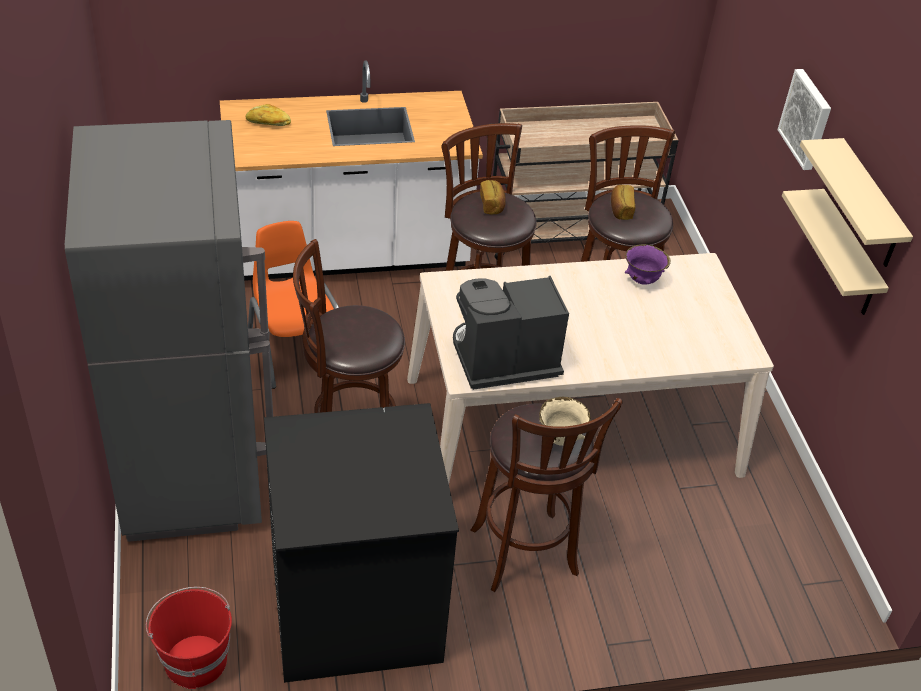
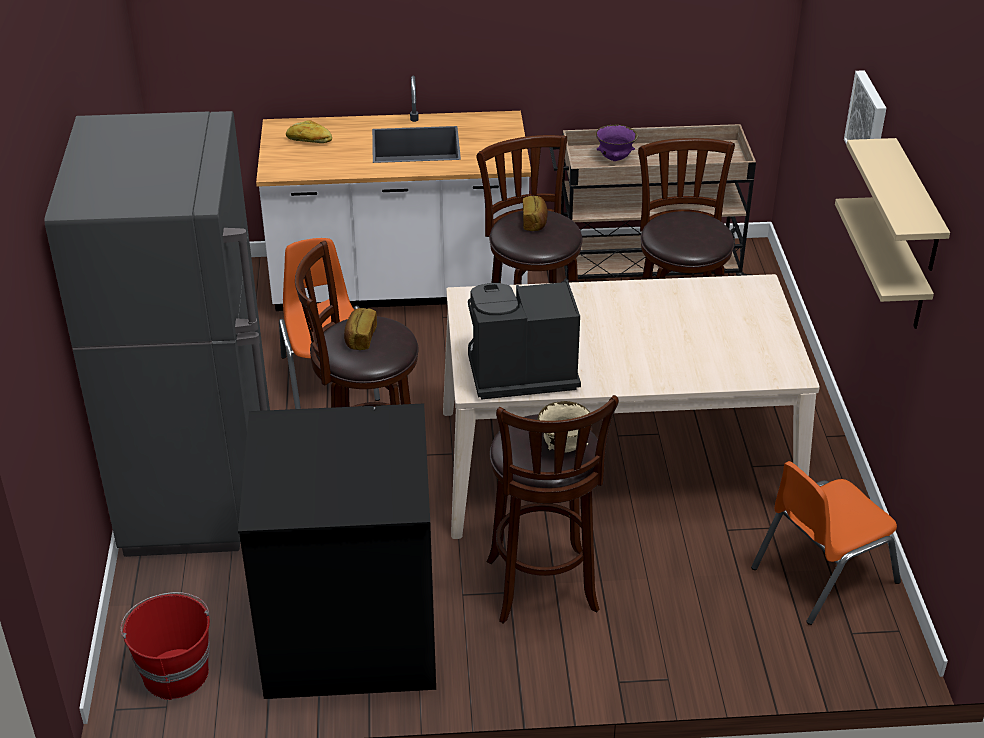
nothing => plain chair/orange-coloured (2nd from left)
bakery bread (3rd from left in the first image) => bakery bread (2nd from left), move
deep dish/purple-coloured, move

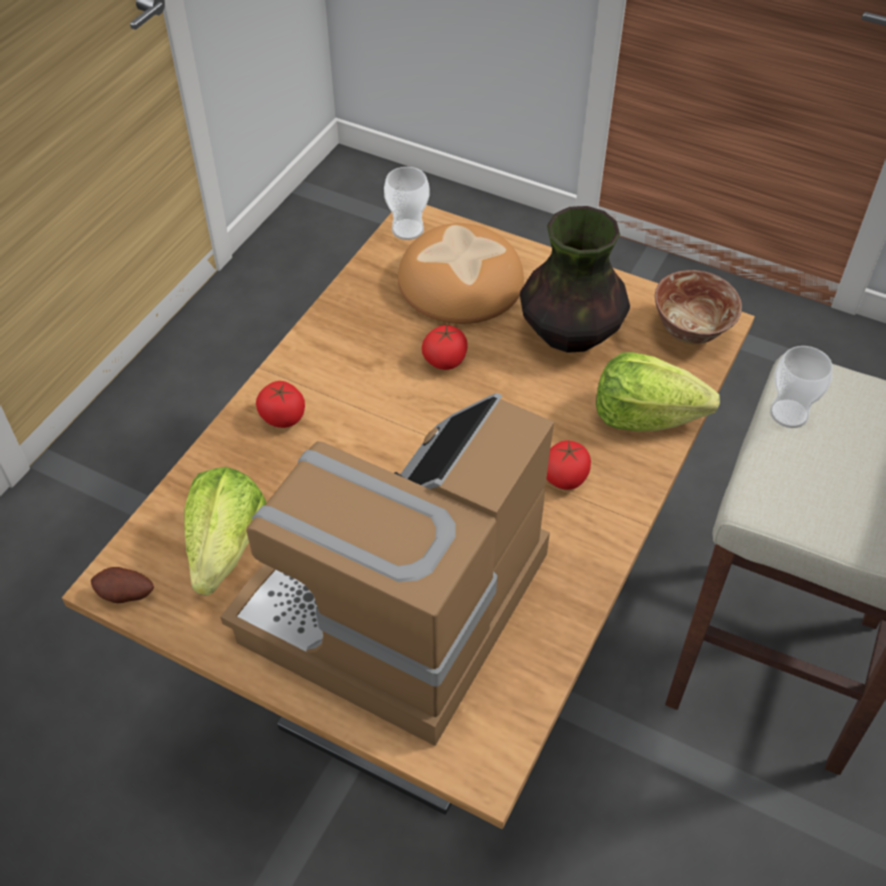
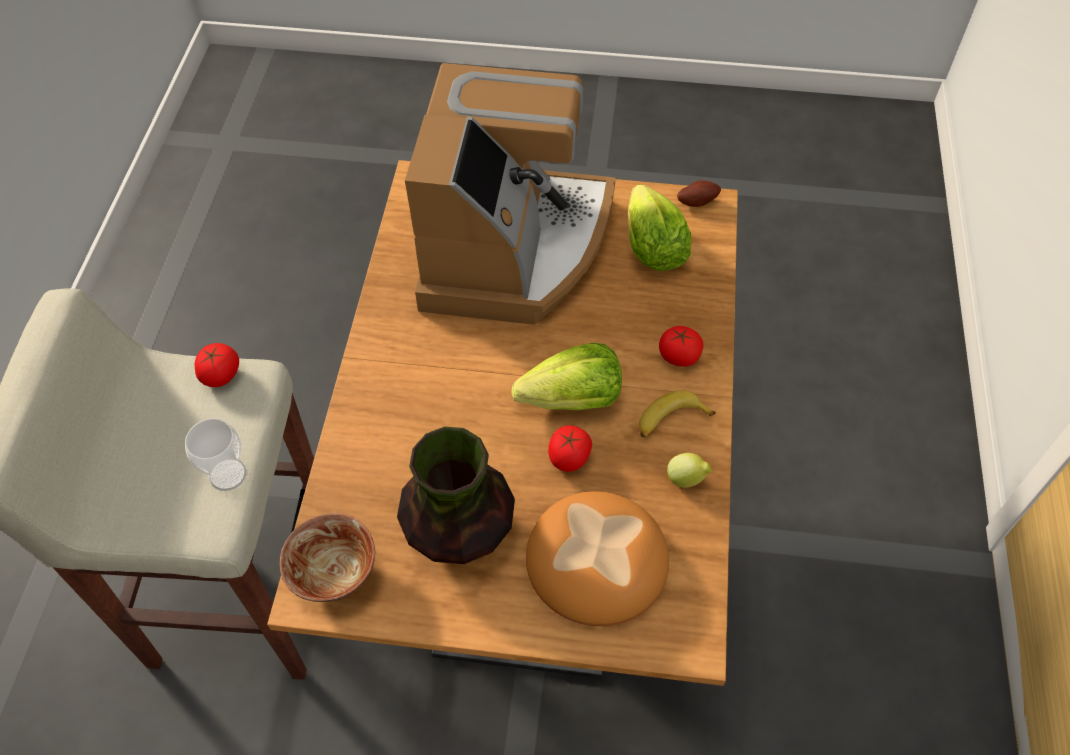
small cup (1st from left) => nothing
nothing => banana
nothing => whole lemon
tomato (3rd from left in the first image) => tomato (1st from left), move
lettuce head (2nd from left in the first image) => lettuce head (1st from left), move

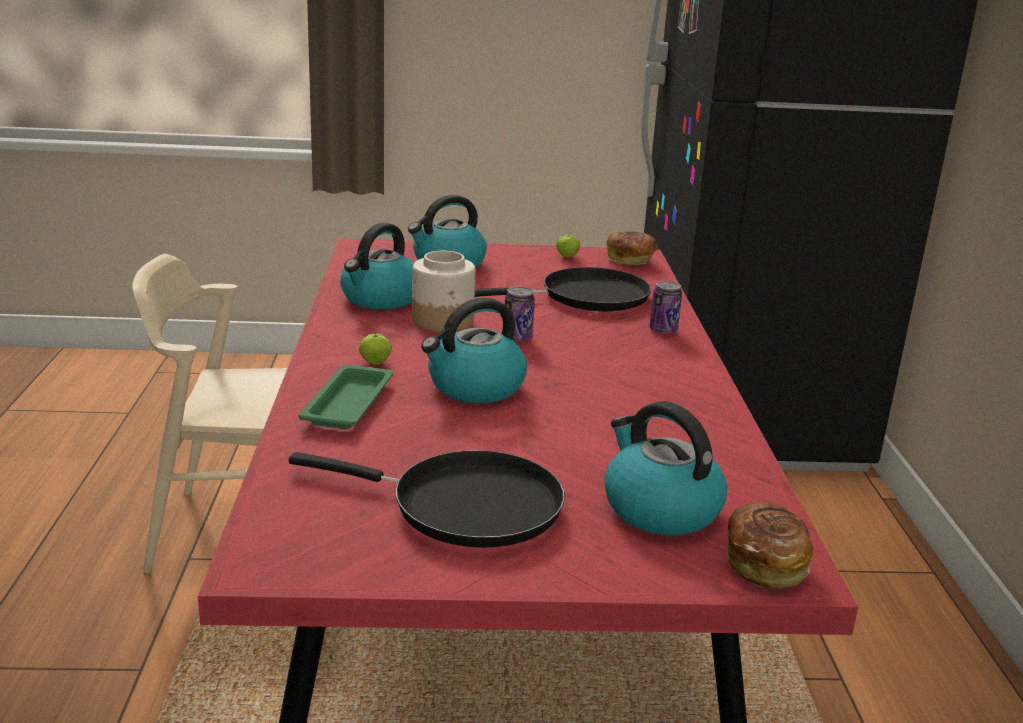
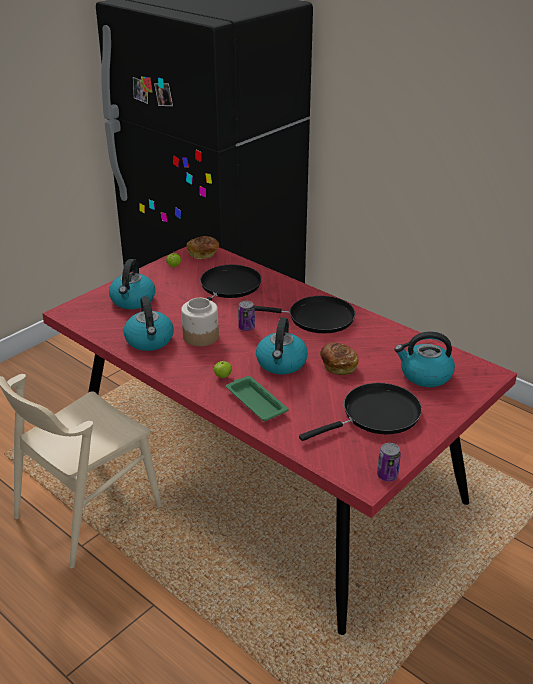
nothing => frying pan/black (2nd from left)
sealed can (2nd from left), move
bakery bread (2nd from left), move

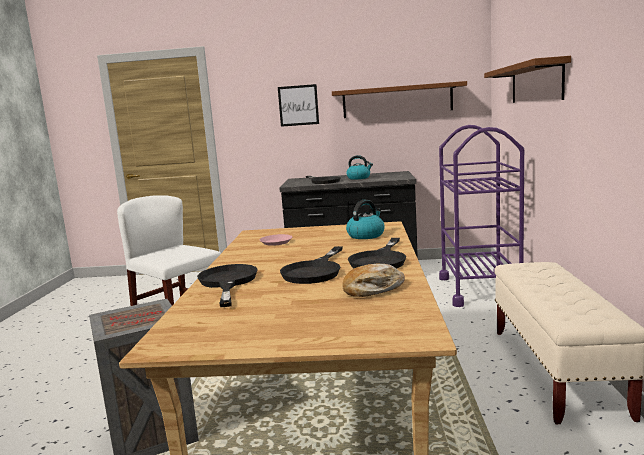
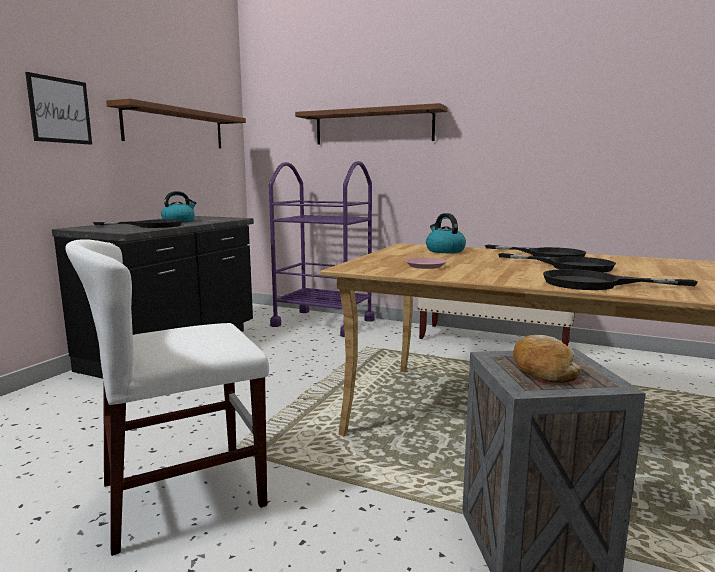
bakery bread, move

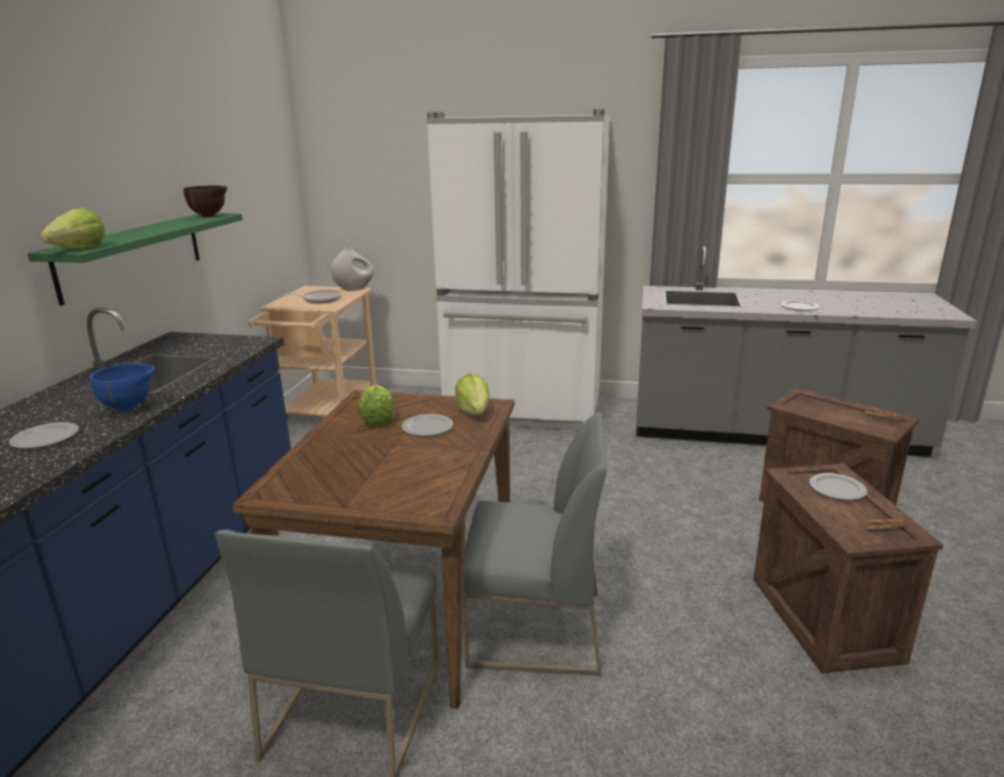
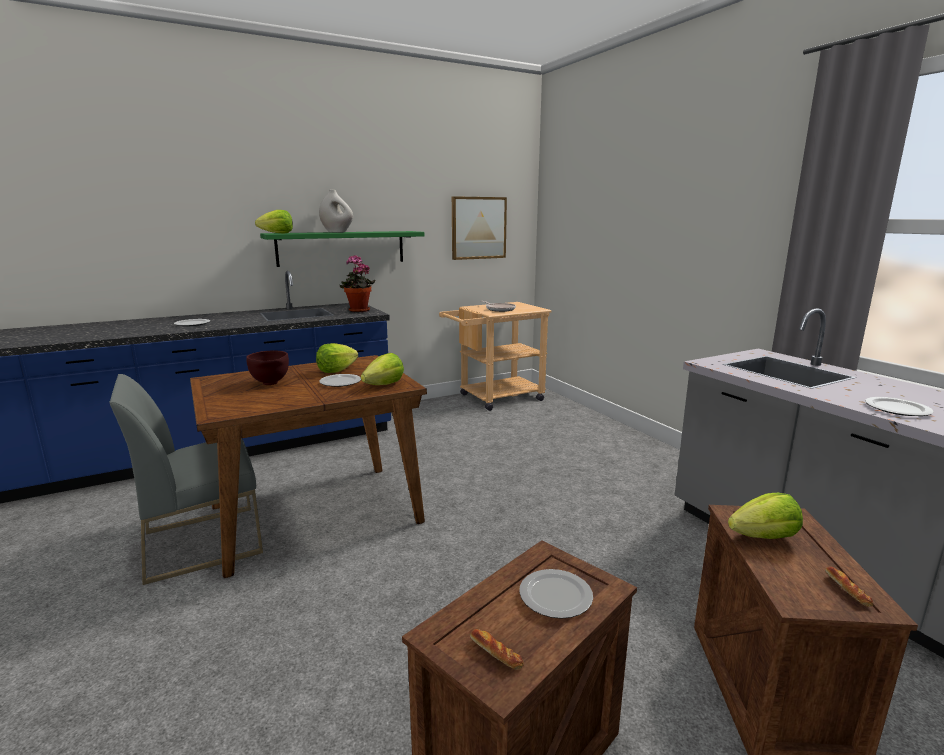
deep dish/blue-coloured => nothing
fridge/white => nothing
plain chair/gray (2nd from left) => nothing
nothing => potted plant
nothing => wall picture
nothing => lettuce head (4th from left)
deep dish/brownish, move
vase/white, move

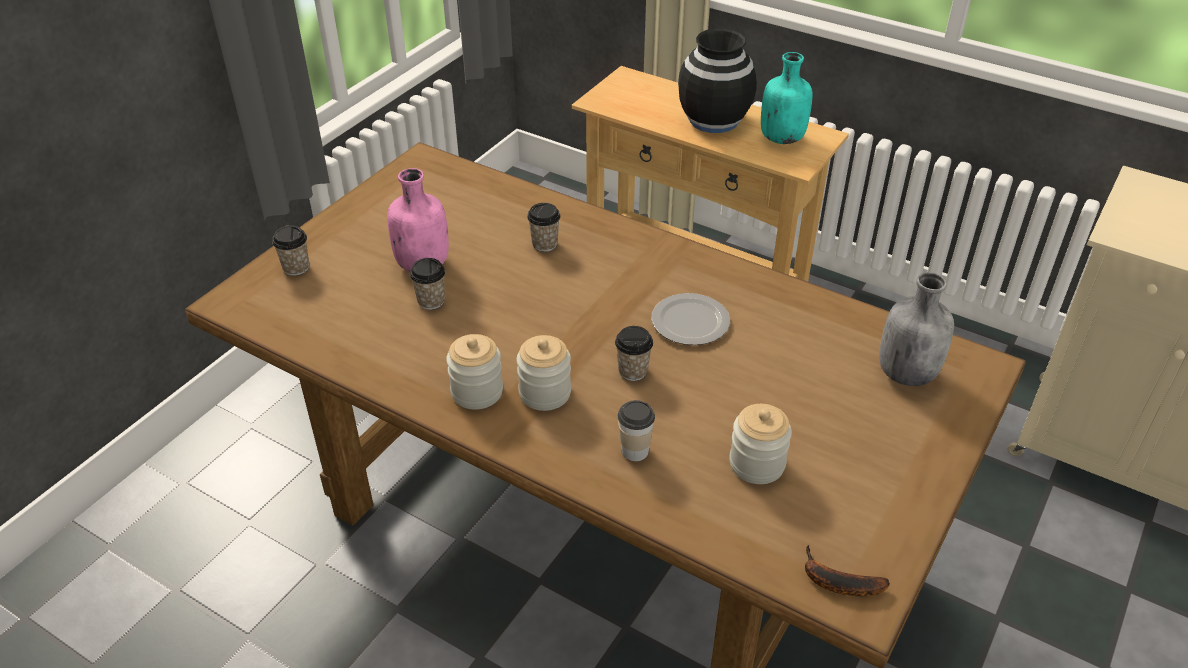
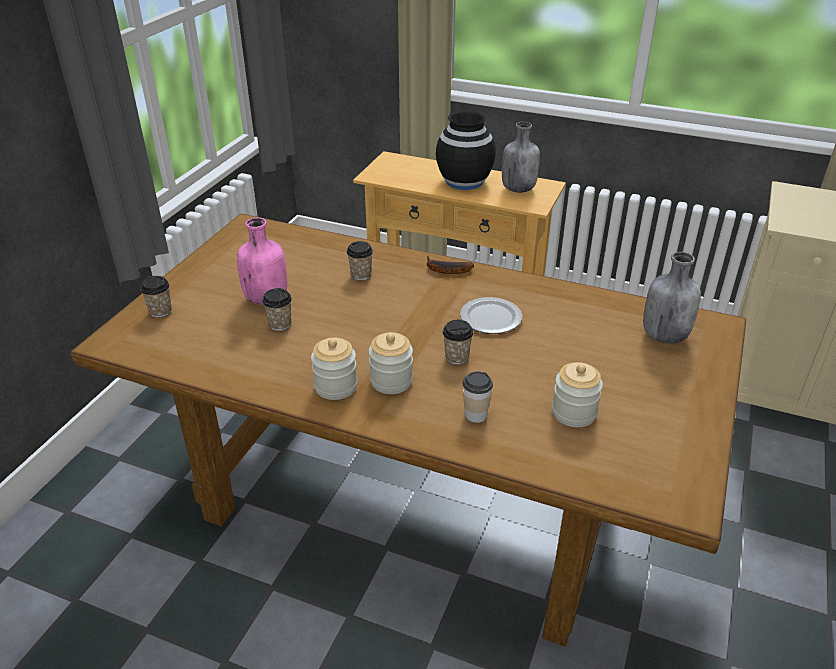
banana, move
bottle/turquoise => bottle/gray (1st from left)

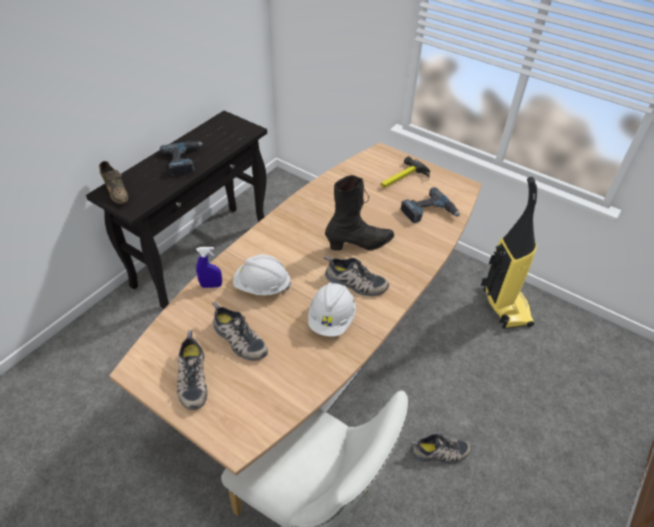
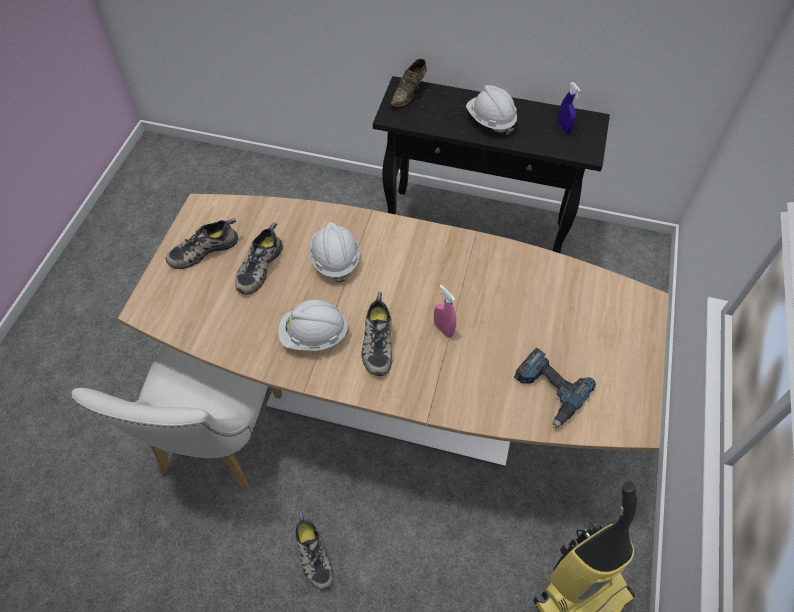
tool hammer => nothing
spray bottle/blue-coloured, move
drill (1st from left) => work helmet/white (3rd from left)
high-top boot/black => spray bottle/pinkish

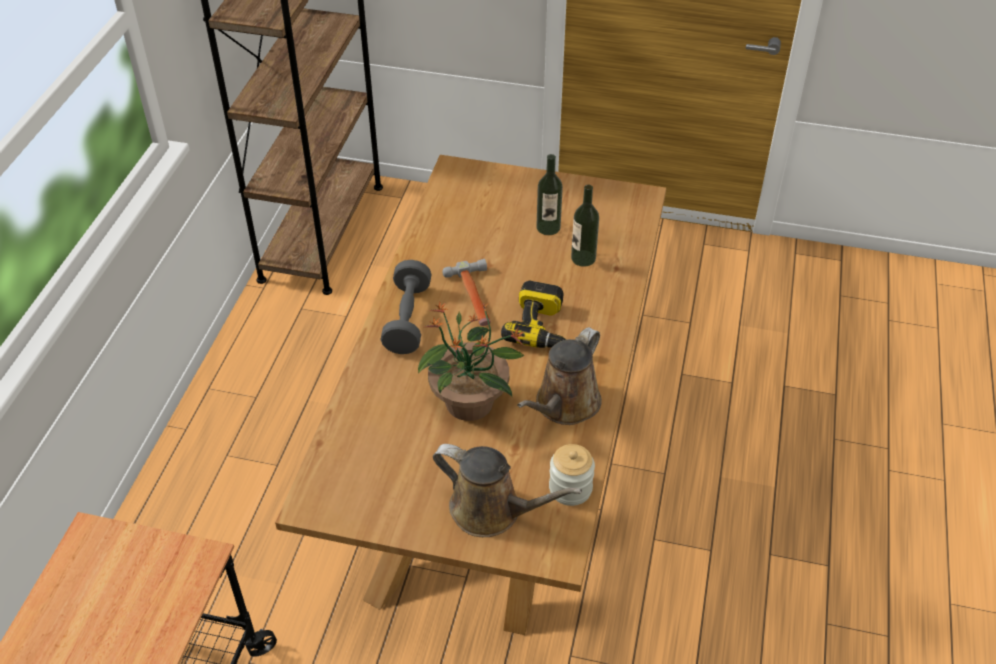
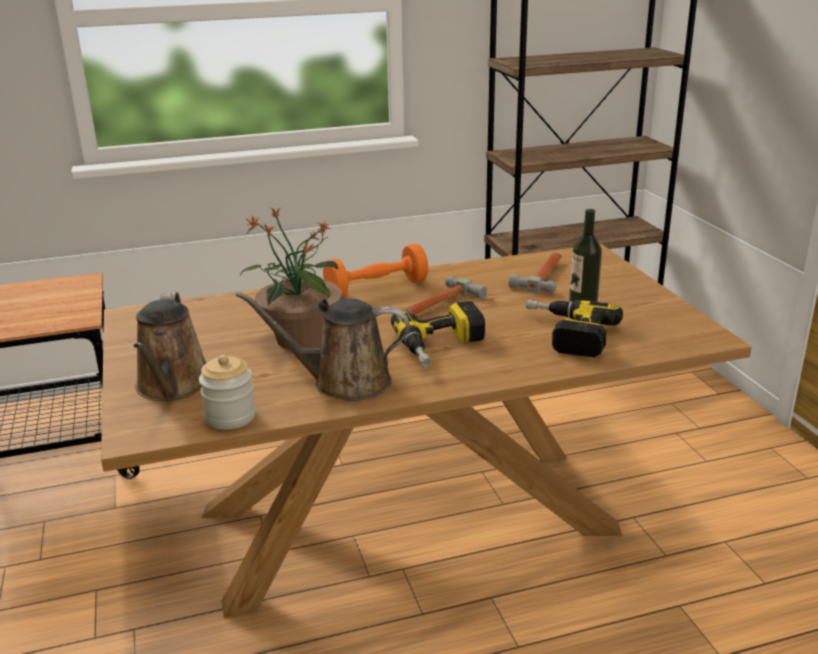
nothing => tool hammer (2nd from left)
bottle (2nd from left) => drill (2nd from left)
hand weight/gray => hand weight/orange-coloured

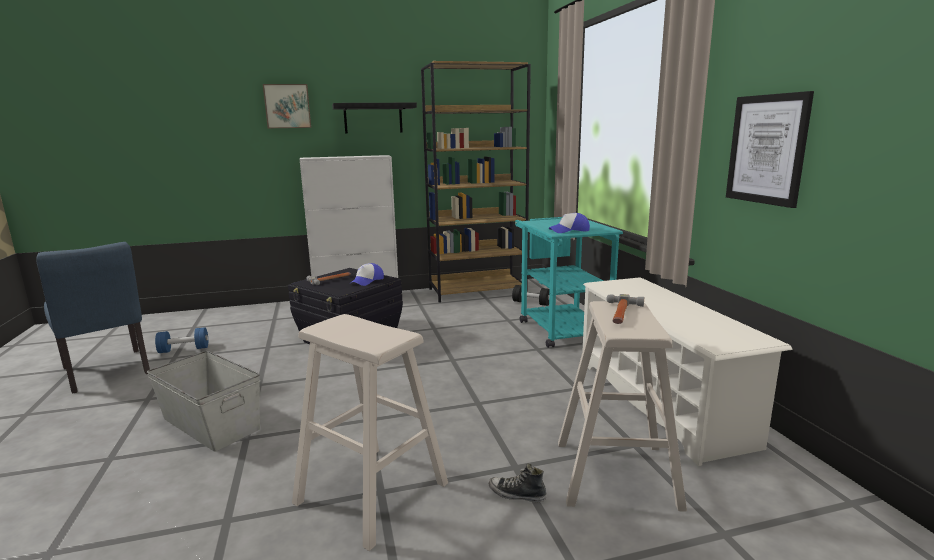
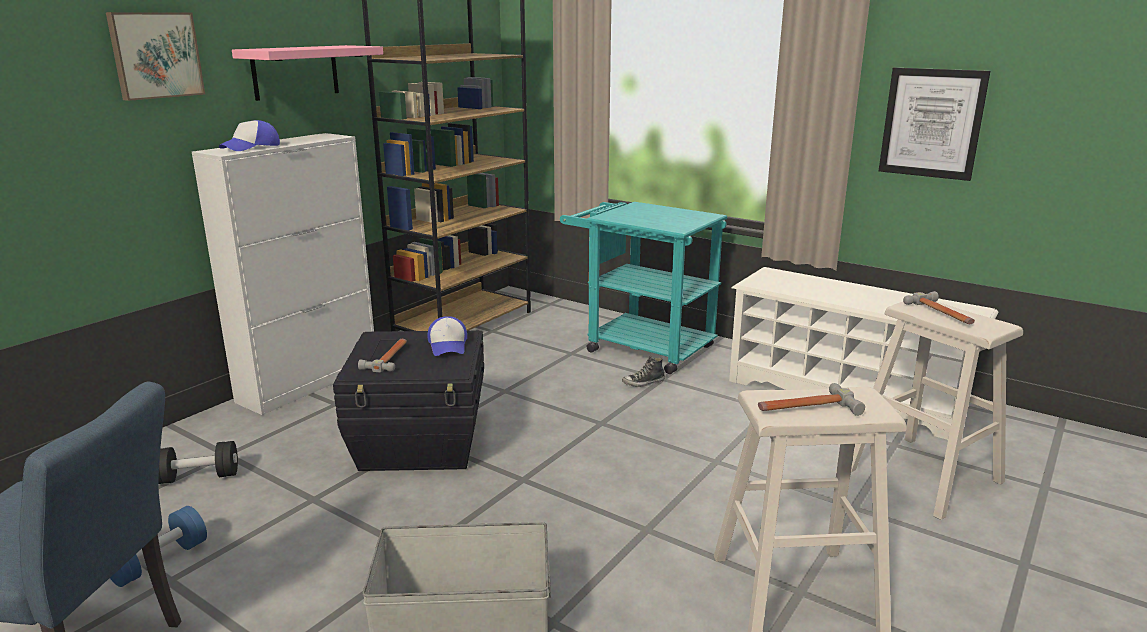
nothing => tool hammer (2nd from left)
item of footwear, move
hand weight/black, move
cap (2nd from left in the first image) => cap (1st from left), move
wall shelf/black => wall shelf/pinkish

